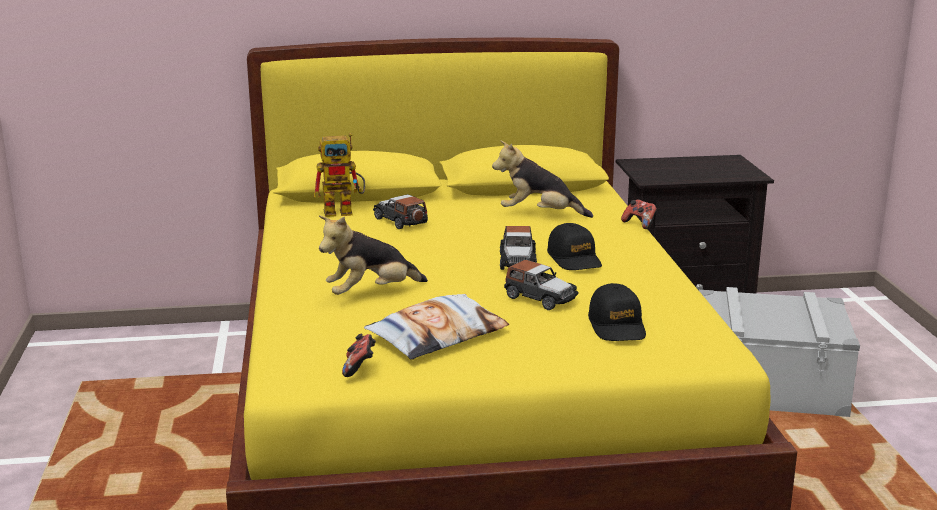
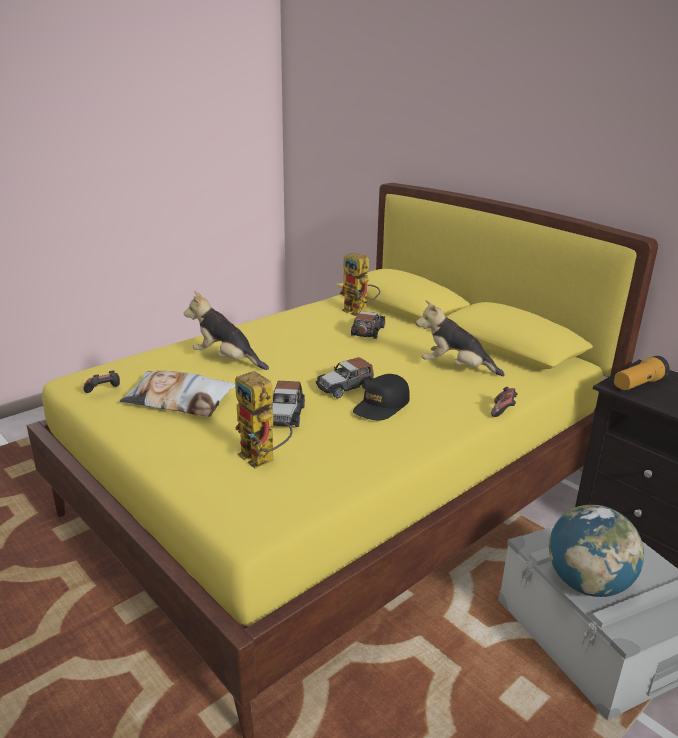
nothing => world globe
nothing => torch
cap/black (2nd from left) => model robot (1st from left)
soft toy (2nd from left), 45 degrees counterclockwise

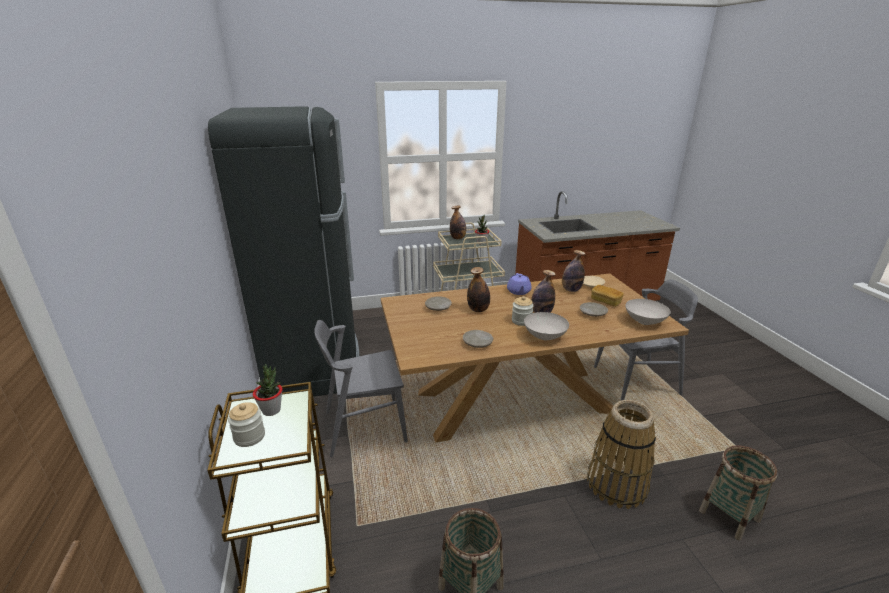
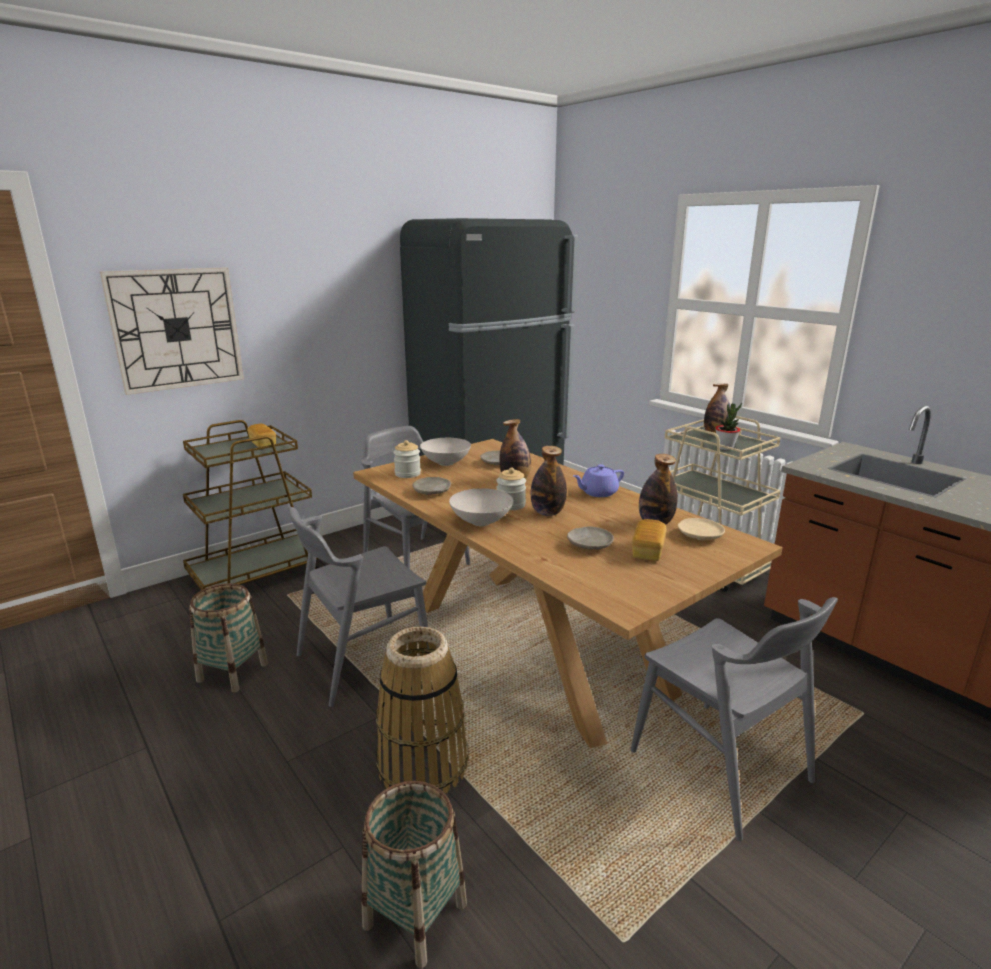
nothing => clock on the wall
nothing => plain chair/gray (1st from left)
preserve jar (1st from left), move
deep dish/white (2nd from left in the first image) => deep dish/white (1st from left), move
potted plant (1st from left) => bakery bread (1st from left)

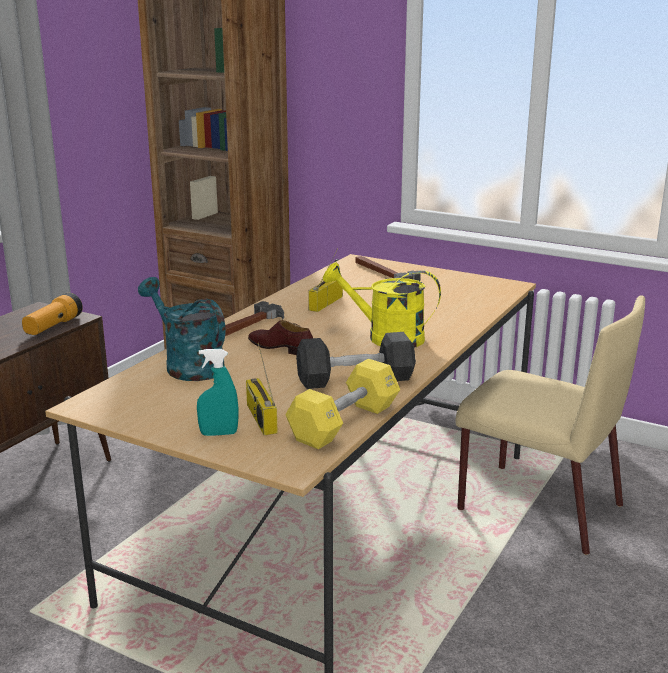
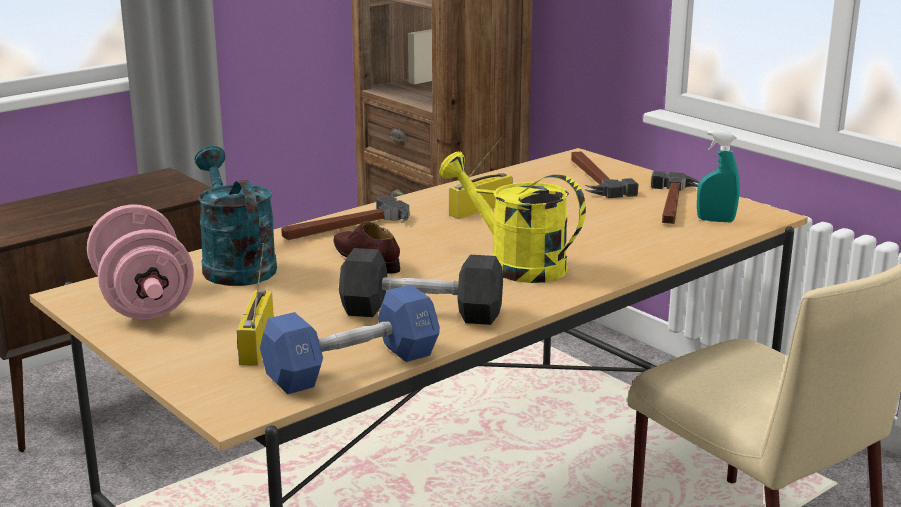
torch => nothing
nothing => hand weight/pinkish
nothing => tool hammer (3rd from left)
spray bottle/turquoise, move
hand weight/yellowish => hand weight/blue-coloured

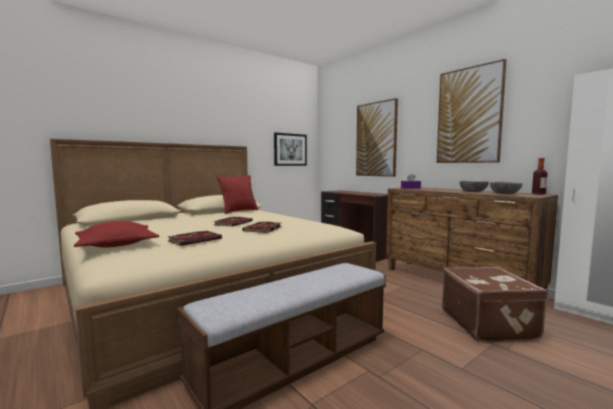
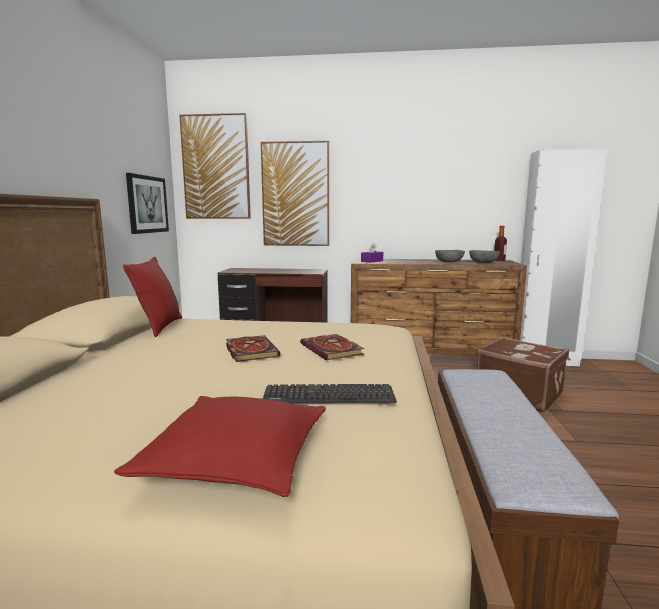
wall picture (3rd from left in the first image) => wall picture (2nd from left), move
bound book (1st from left) => PC keyboard

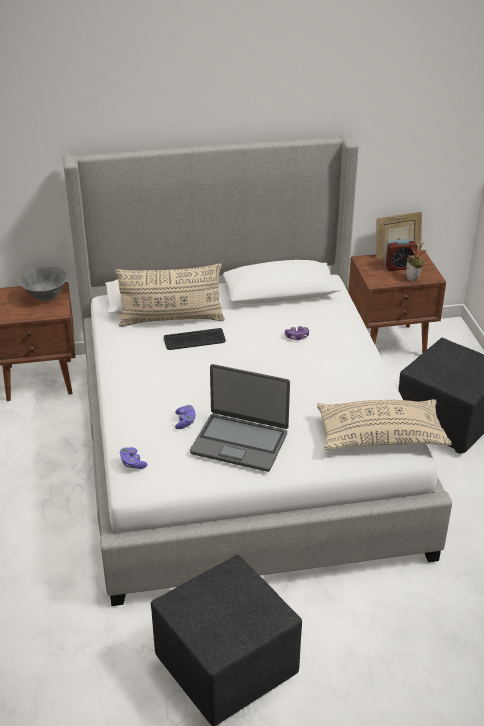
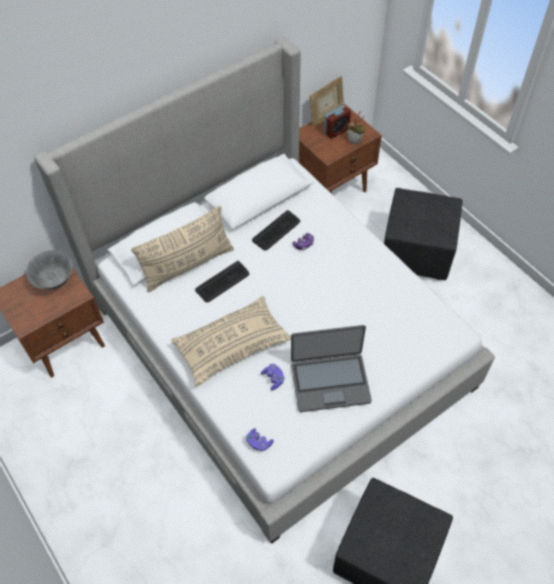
nothing => PC keyboard (2nd from left)
cushion/beige (2nd from left), move

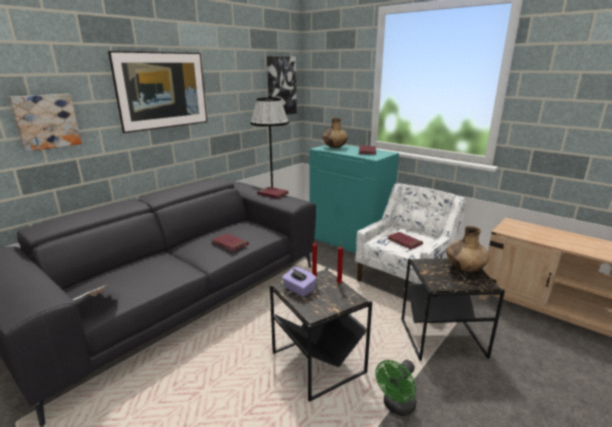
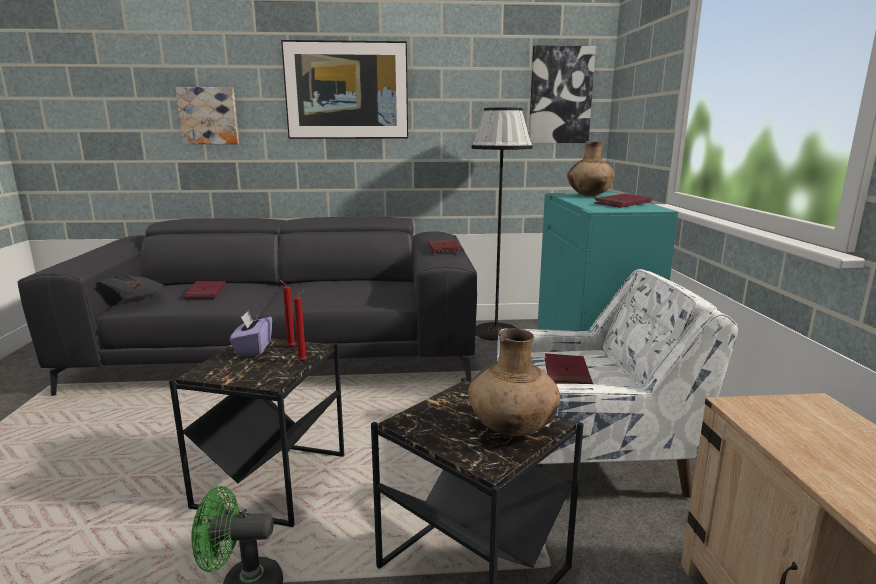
bound book/red (1st from left), move

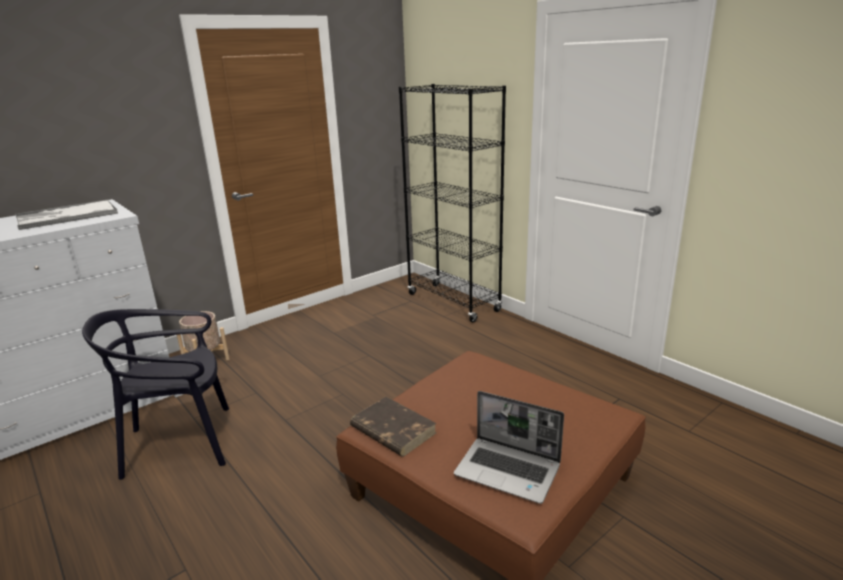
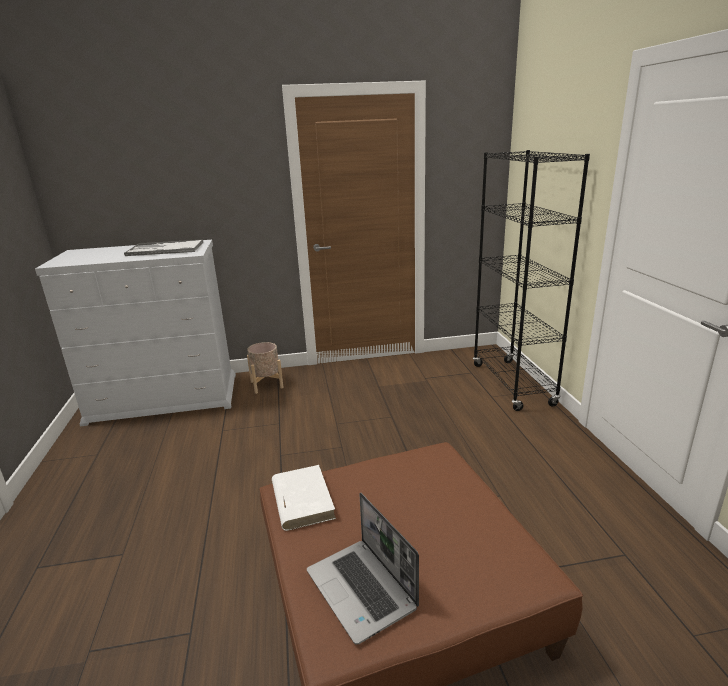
plain chair/black => nothing
bound book/brownish => bound book/white

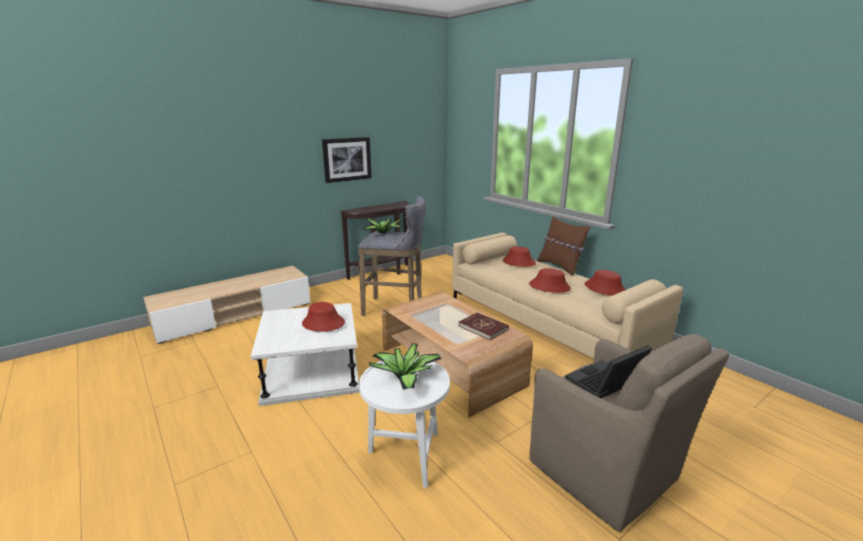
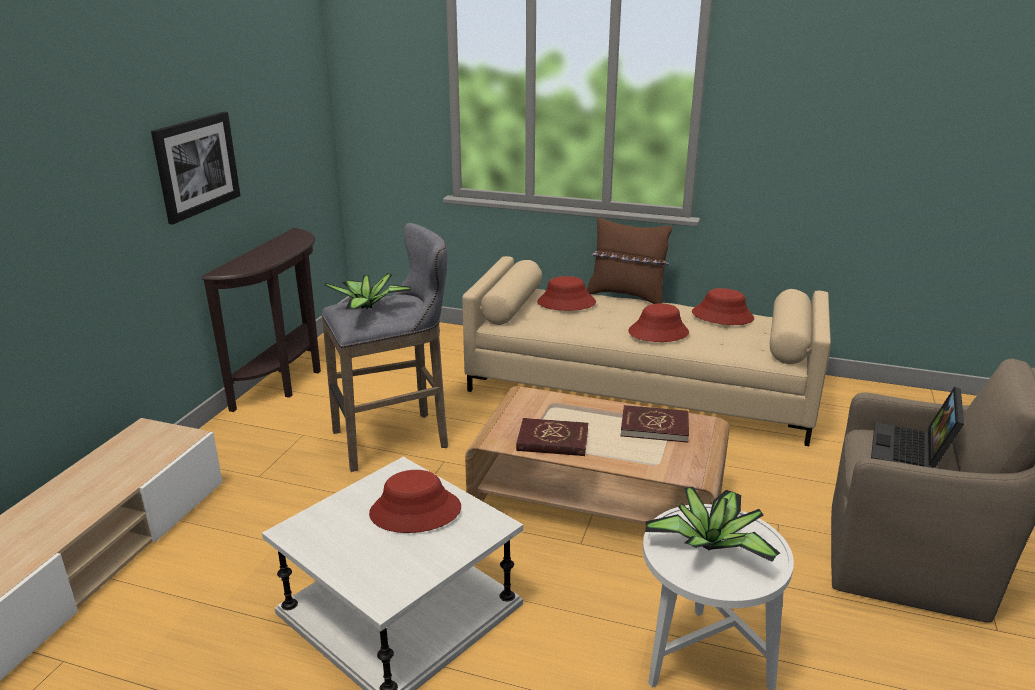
nothing => bound book/red (1st from left)

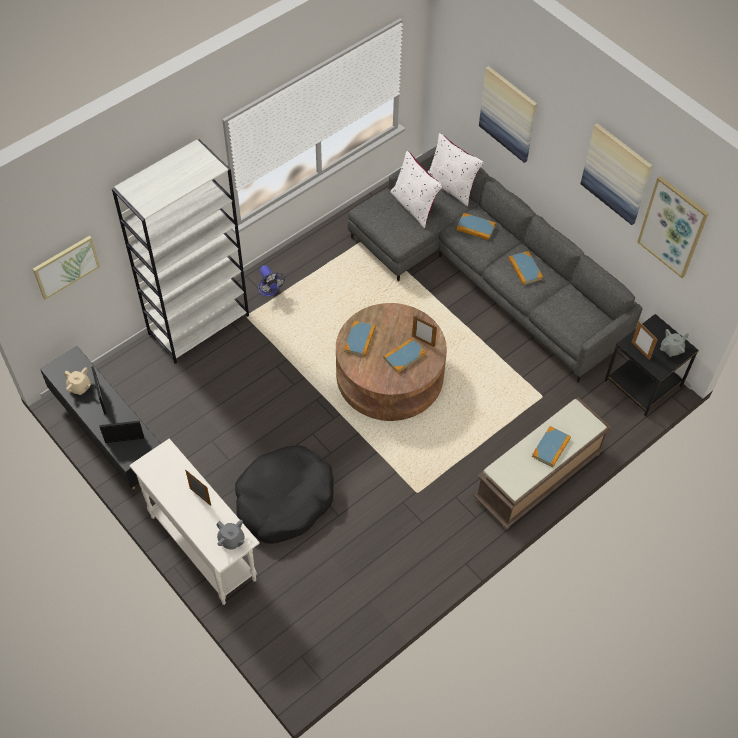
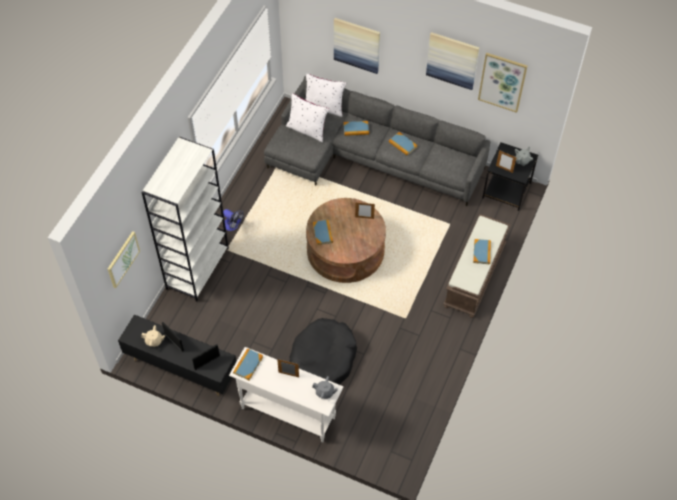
bound book (2nd from left in the first image) => bound book (1st from left), move

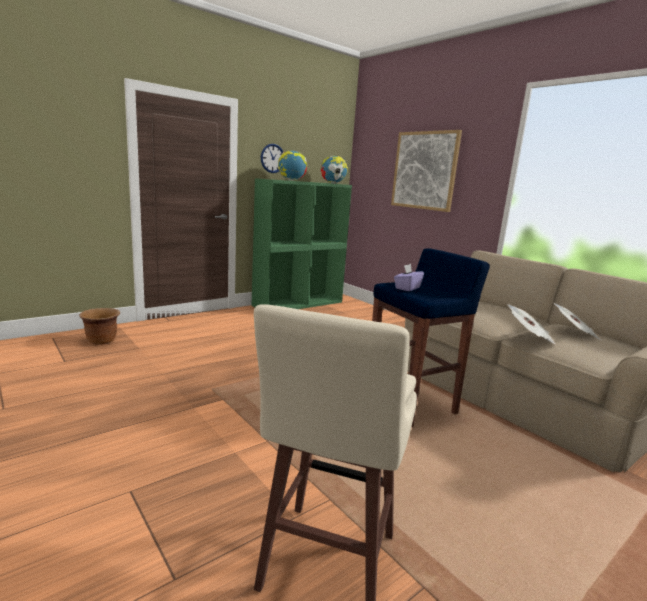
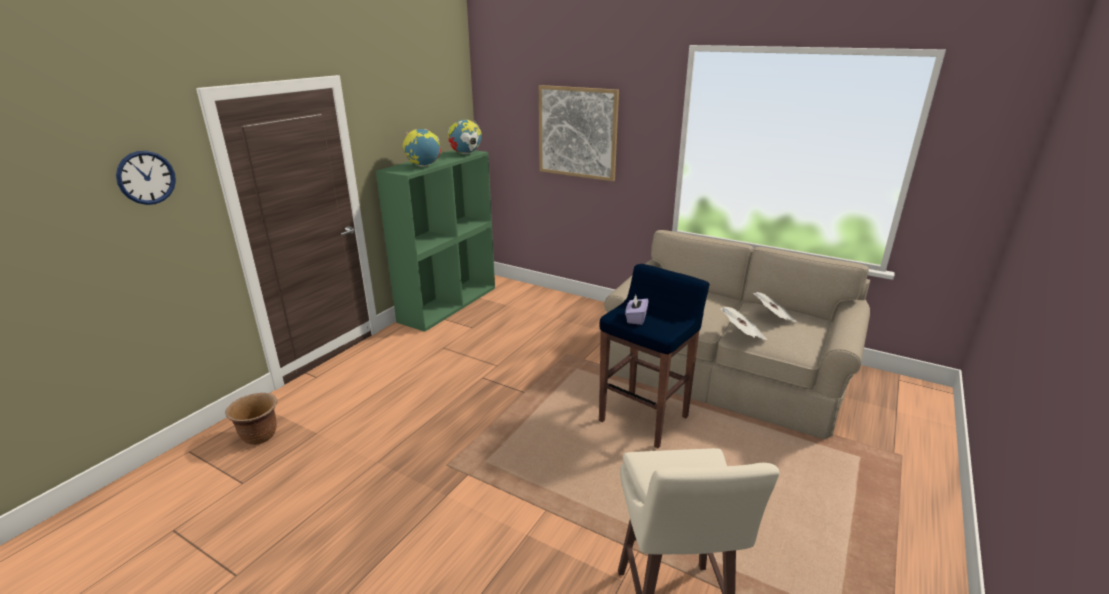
clock on the wall, move

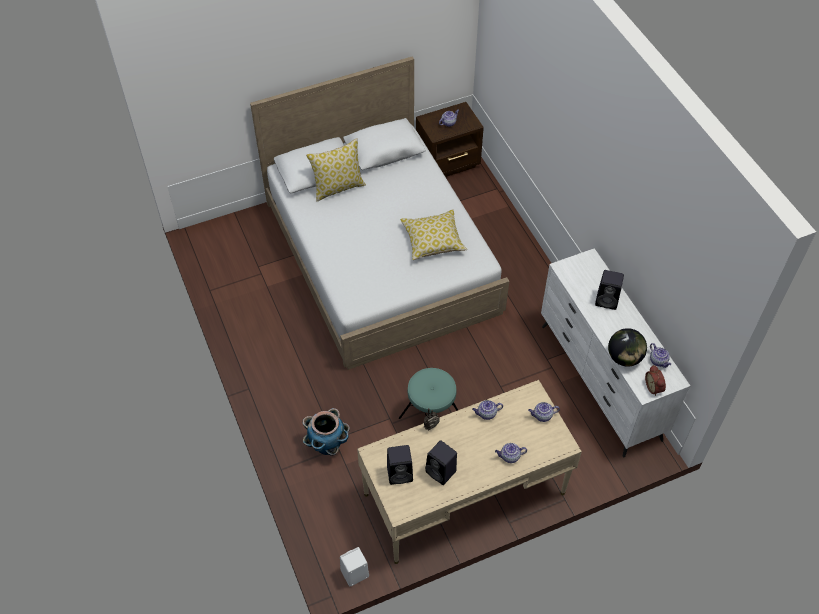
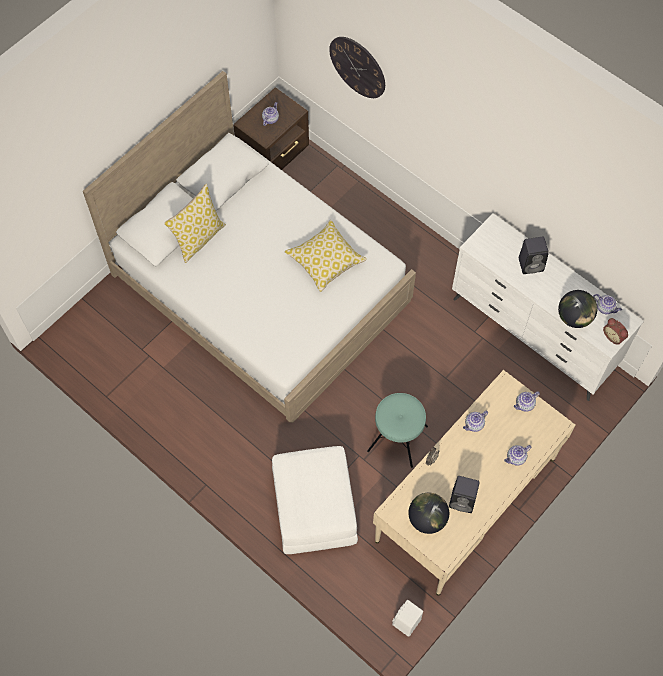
nothing => clock on the wall
plant pot => ottoman/white
loudspeaker/black (1st from left) => world globe (1st from left)

